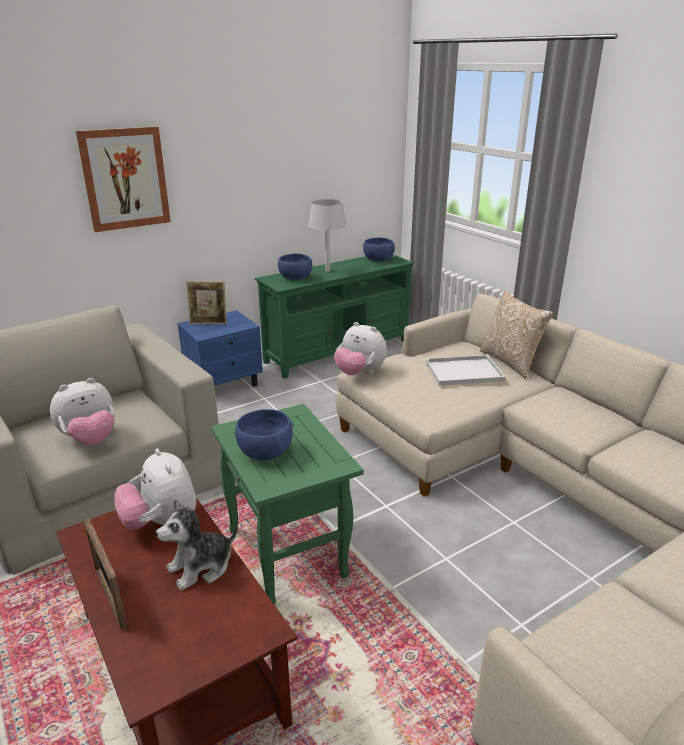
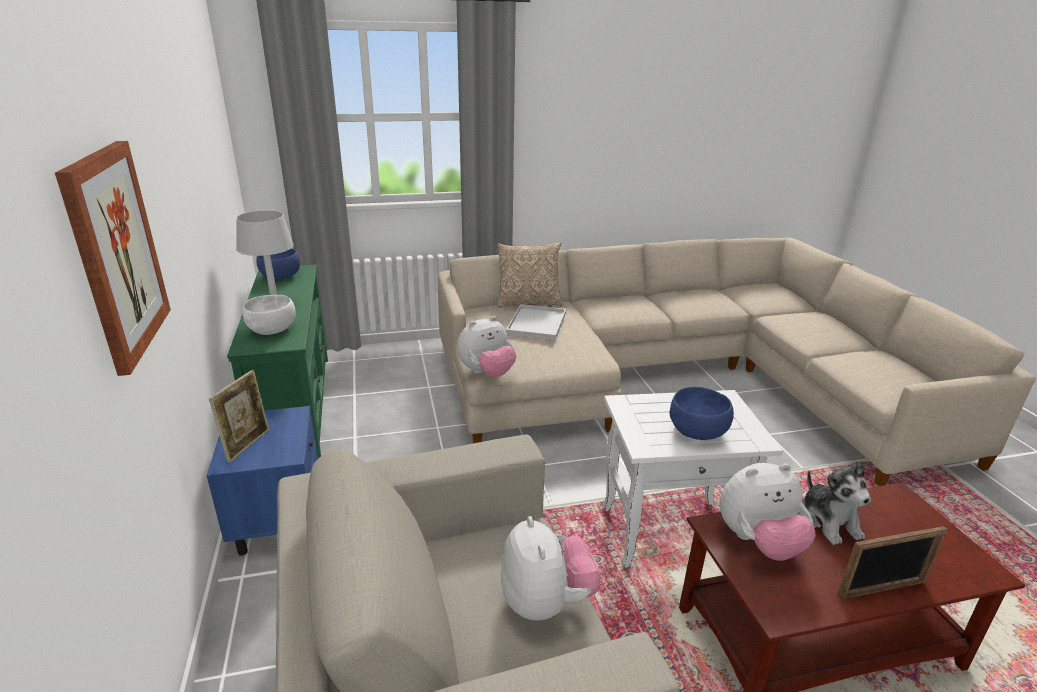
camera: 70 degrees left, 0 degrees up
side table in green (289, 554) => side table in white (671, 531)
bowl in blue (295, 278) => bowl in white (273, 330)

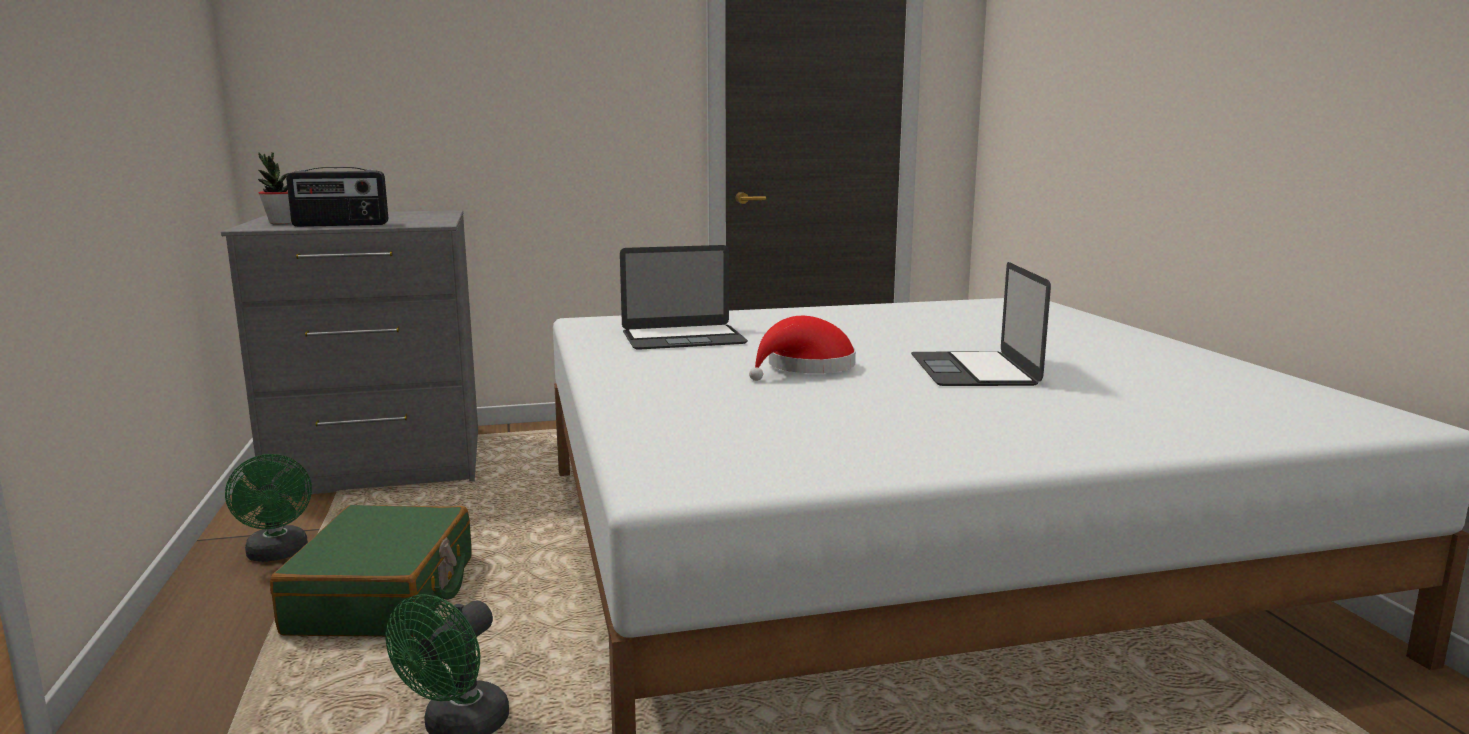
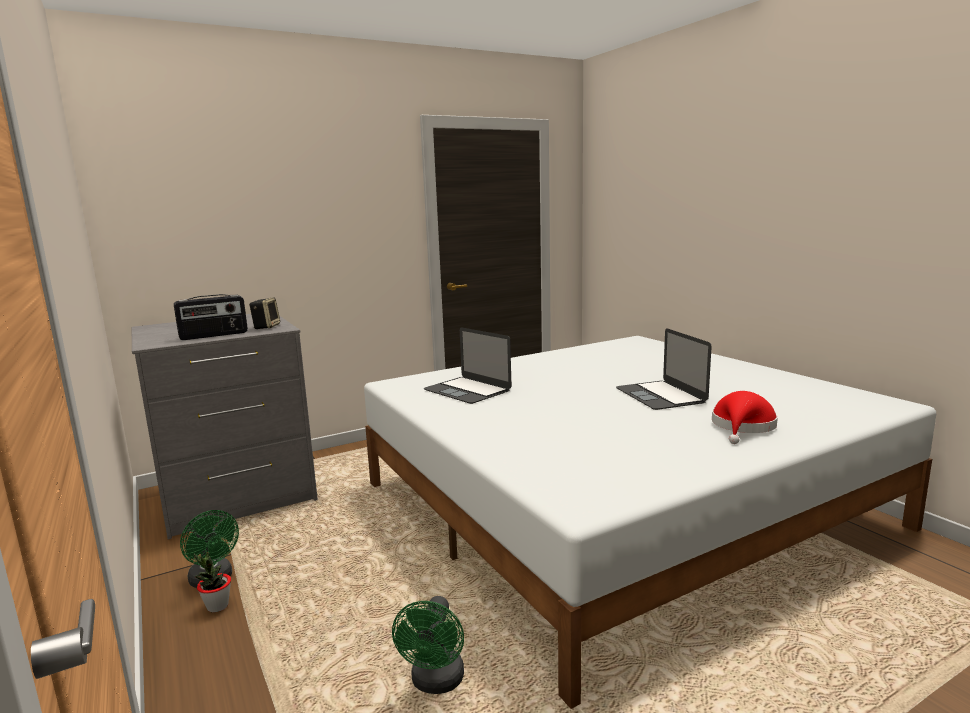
camera: 15 degrees left, 0 degrees up
potted plant (281, 223) => potted plant (217, 606), shifted
suitcase in green (384, 595) => nothing
laptop (683, 338) => laptop (467, 390), 75 degrees clockwise
hat in red (806, 368) => hat in red (742, 426), shifted
nothing => speaker (266, 327)

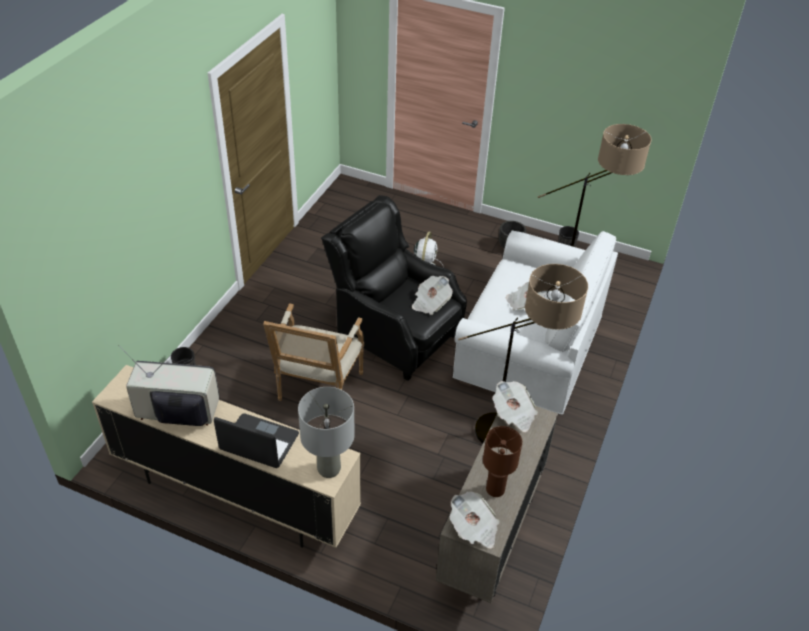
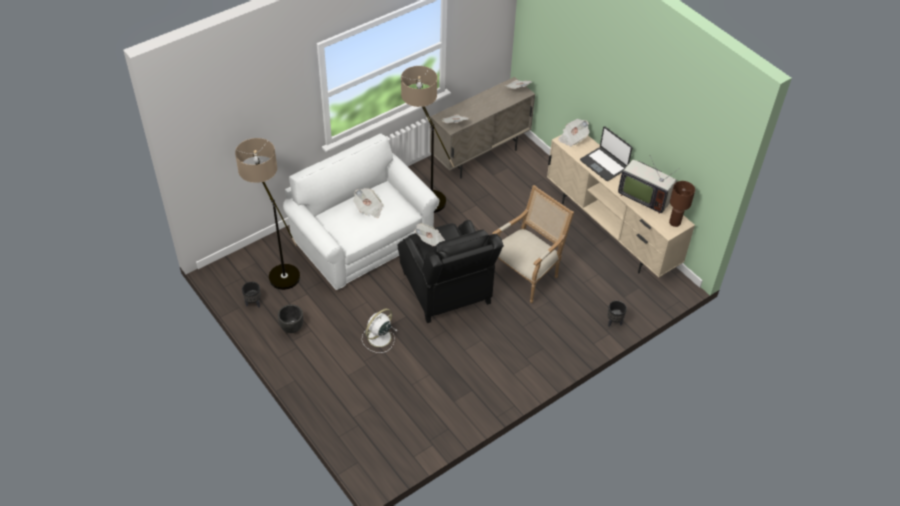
camera: 150 degrees left, 5 degrees up
table lamp in grey (329, 468) => newspaper (572, 138)
table lamp in brown (494, 489) => table lamp in brown (675, 223), shifted

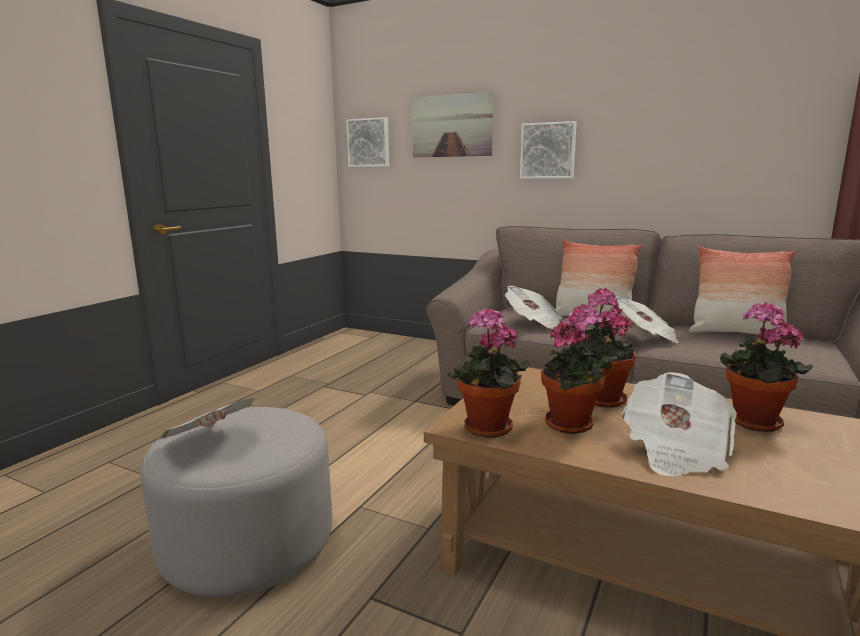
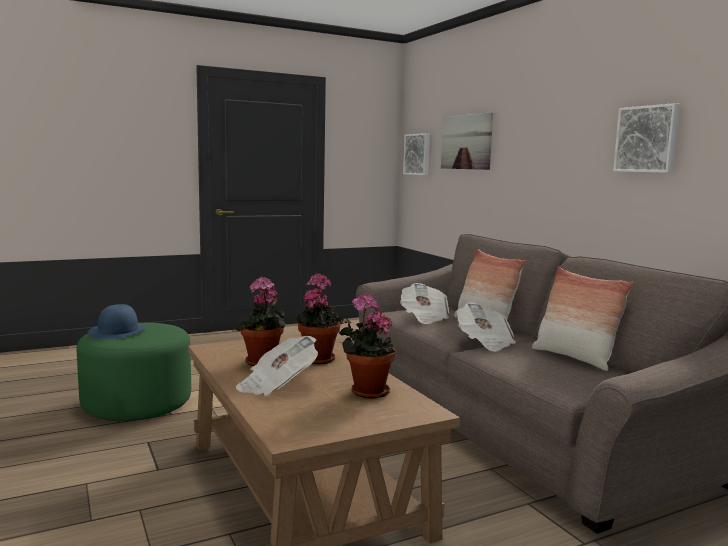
camera: 35 degrees right, 5 degrees down
ottoman in grey (248, 543) => ottoman in green (137, 404)
newspaper (210, 442) => hat in blue (118, 331)
potted plant (487, 430) => nothing
picture (548, 150) => picture (647, 139), shifted

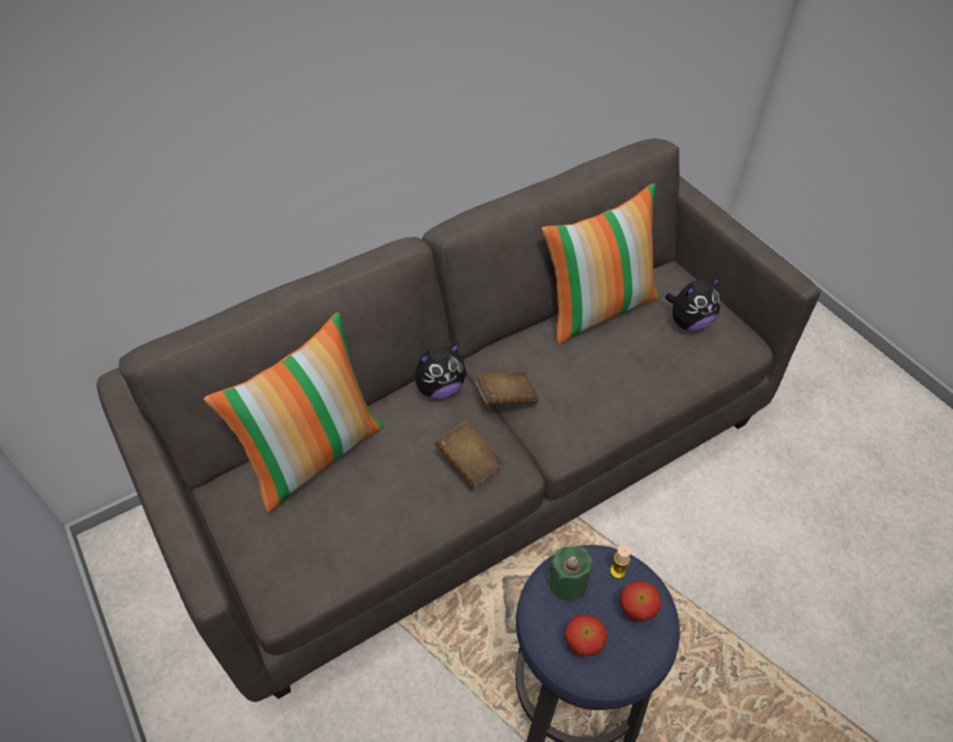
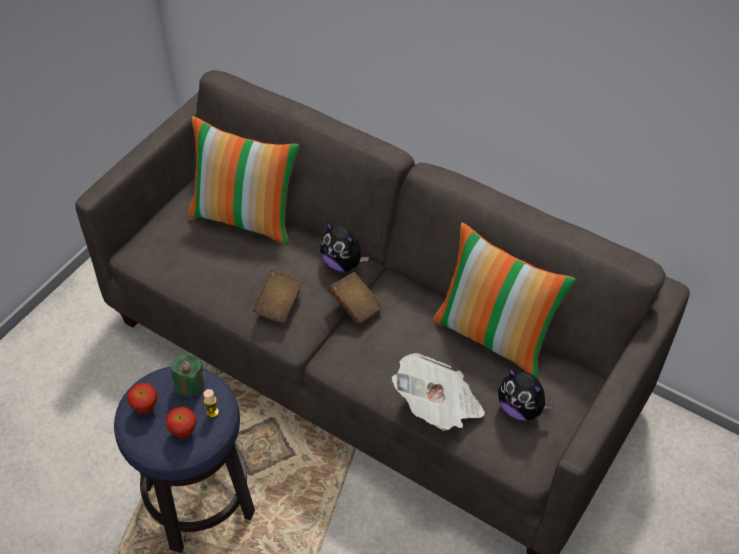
camera: 65 degrees right, 0 degrees up
nothing => newspaper (438, 406)

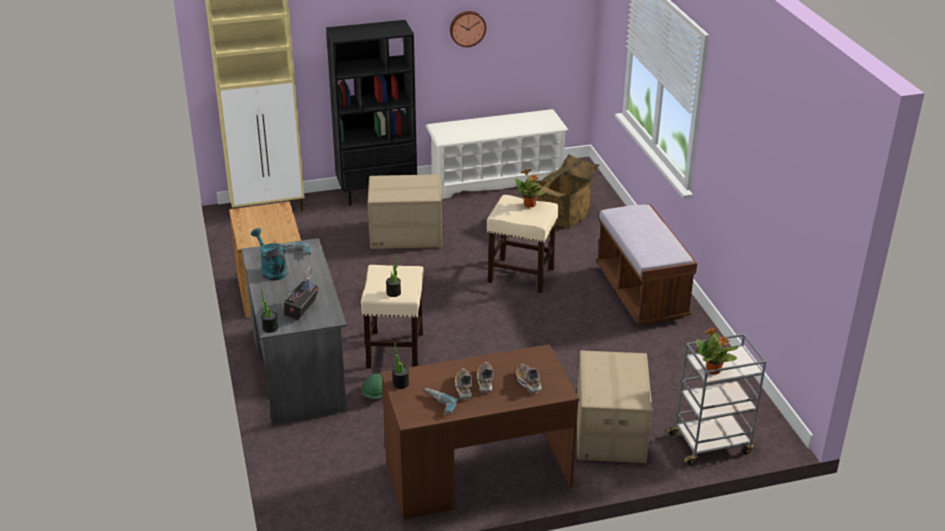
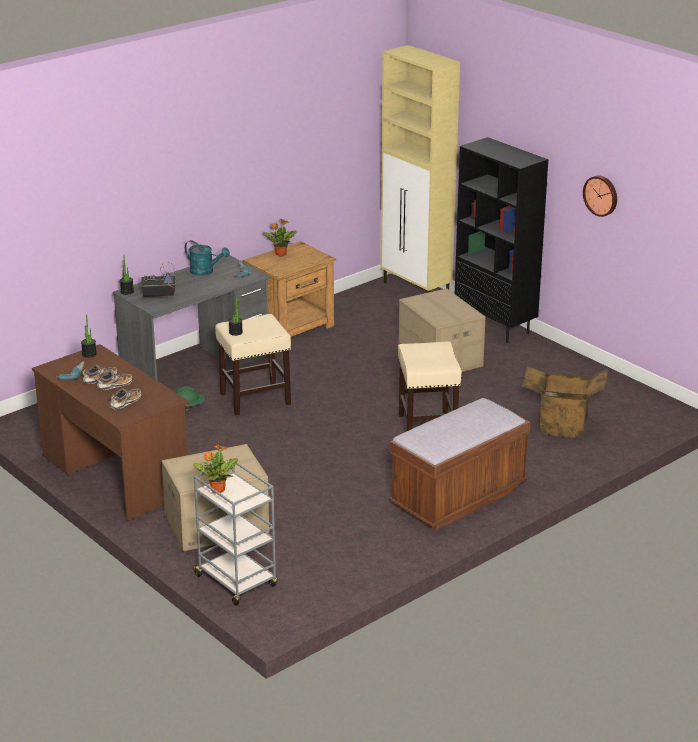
camera: 65 degrees right, 5 degrees down
watering can in turquoise (271, 270) => watering can in turquoise (205, 272), 90 degrees clockwise
shoe rack in white (496, 180) => nothing
potted plant (530, 205) => potted plant (280, 254), shifted

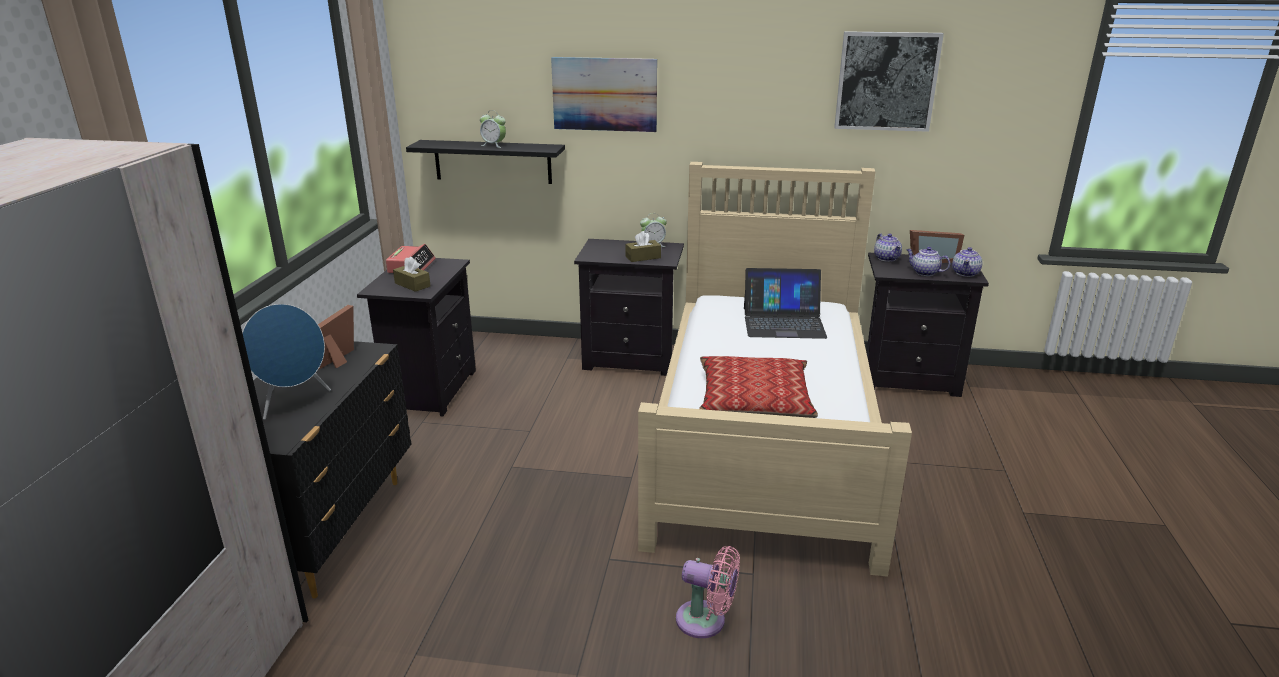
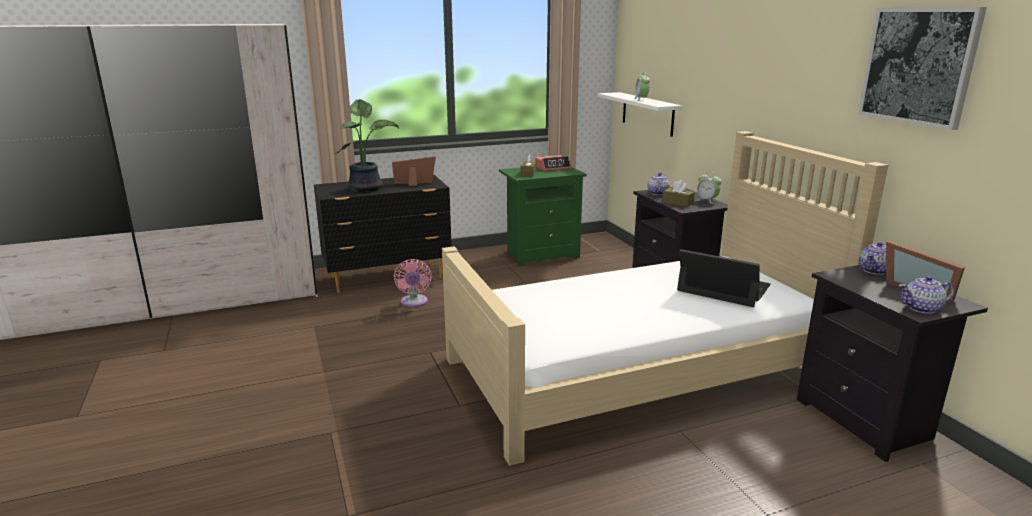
camera: 60 degrees right, 5 degrees down
speaker in blue (294, 402) => potted plant (367, 188)
nightstand in black (430, 389) => nightstand in green (541, 254)
shelf in black (492, 161) => shelf in white (647, 113)
picture (604, 94) => nothing
fan in pink (706, 621) => fan in pink (414, 303), shifted
pillow (754, 400) => nothing
laptop (783, 322) => laptop (723, 288), 150 degrees clockwise
teapot (924, 272) => teapot (657, 193), shifted

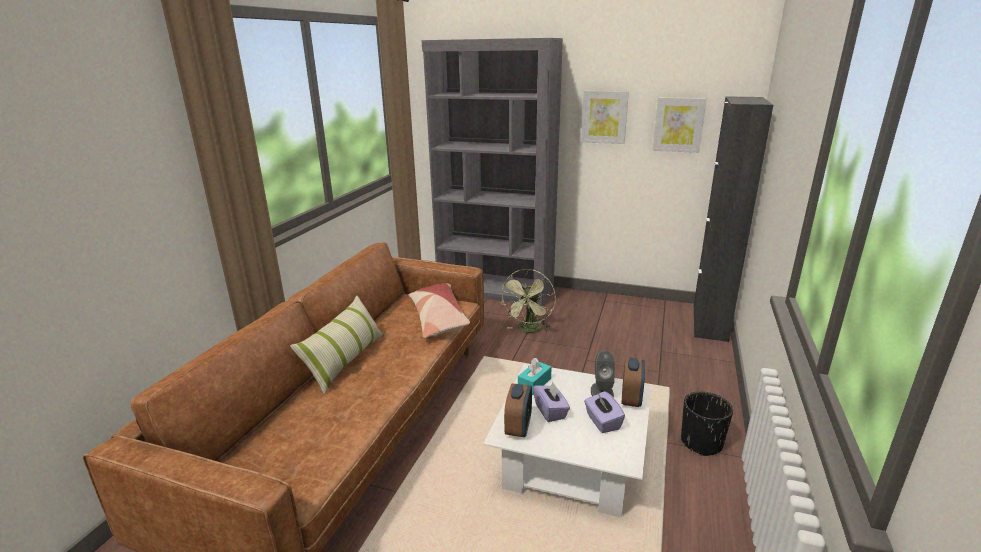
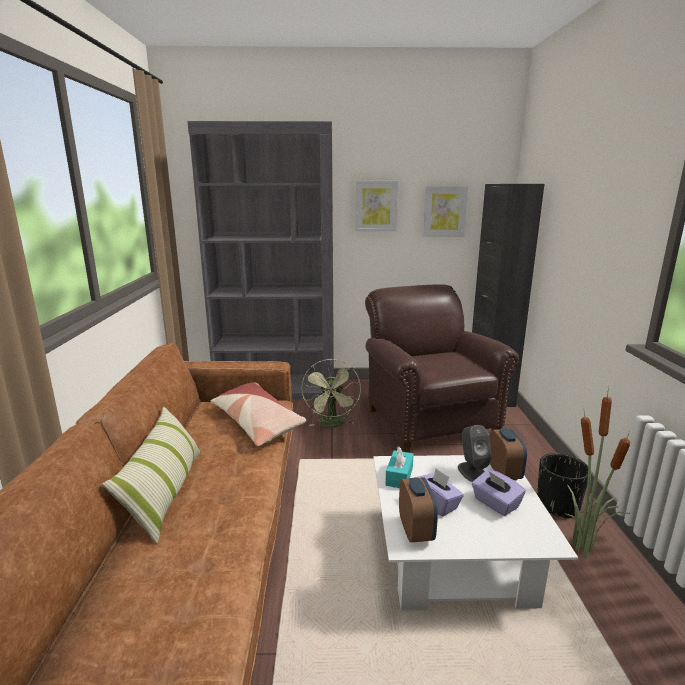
camera: 20 degrees left, 5 degrees down
nothing => armchair in brown (427, 420)
nothing => potted plant (583, 548)

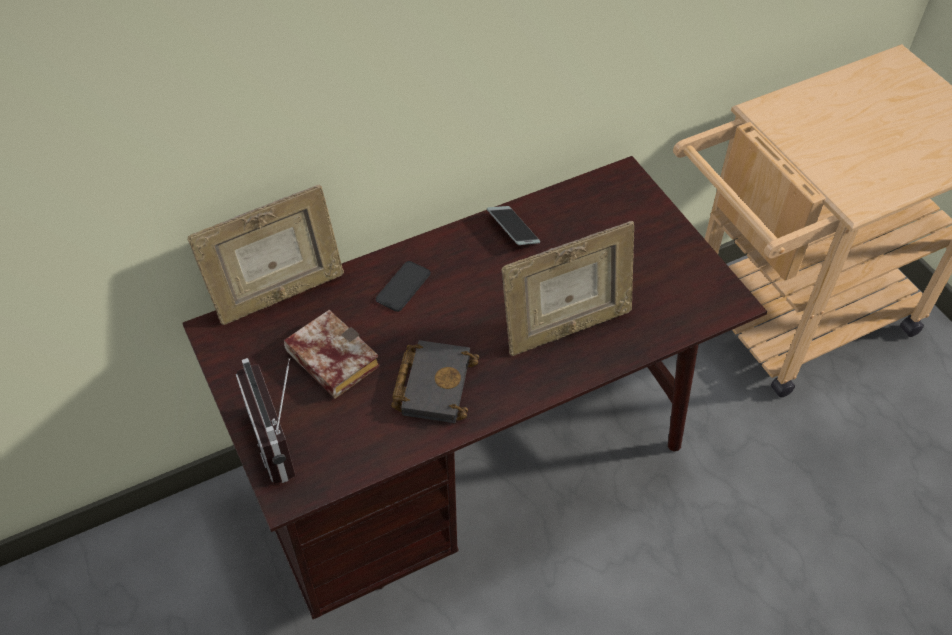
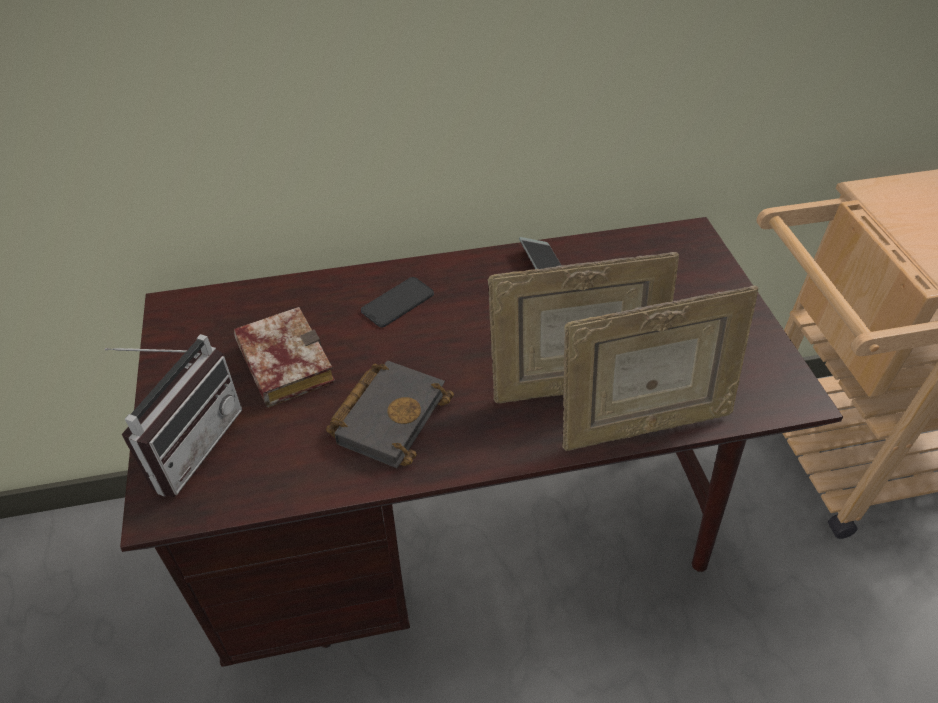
camera: 15 degrees right, 5 degrees down
picture frame (279, 295) => picture frame (641, 426), shifted
radio (283, 440) => radio (187, 443), 150 degrees counterclockwise

